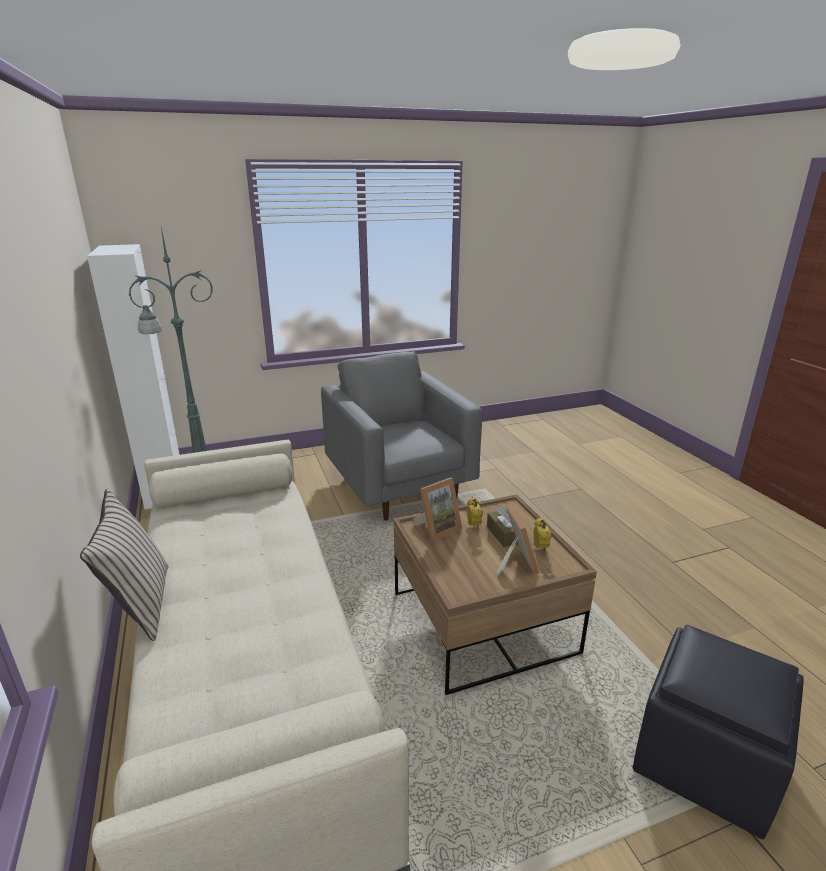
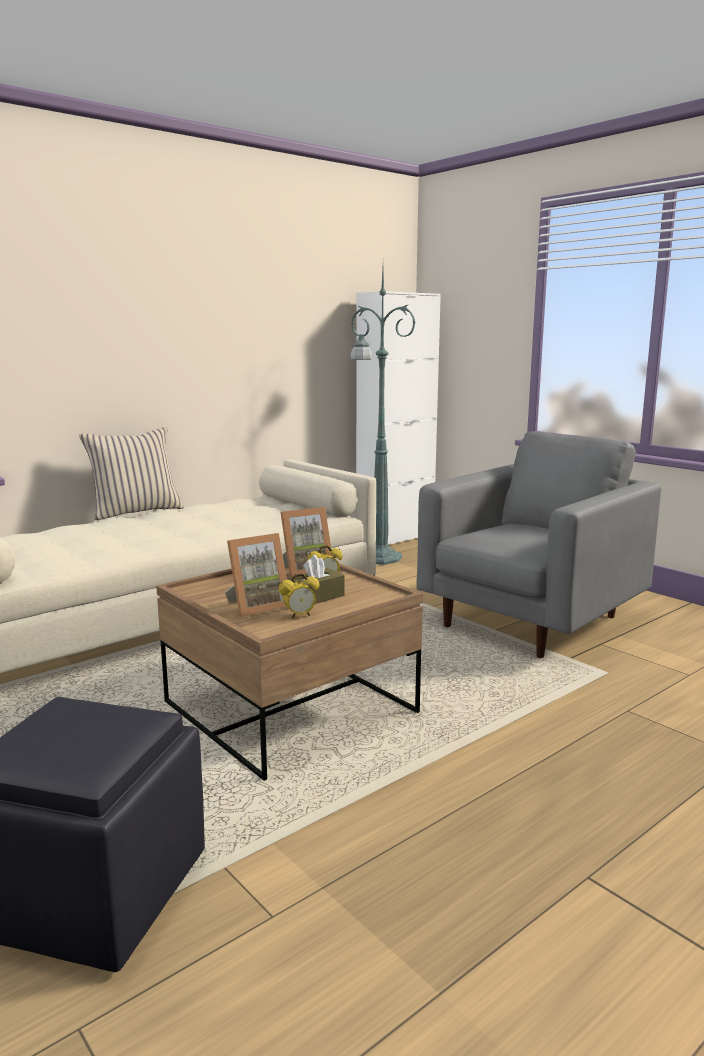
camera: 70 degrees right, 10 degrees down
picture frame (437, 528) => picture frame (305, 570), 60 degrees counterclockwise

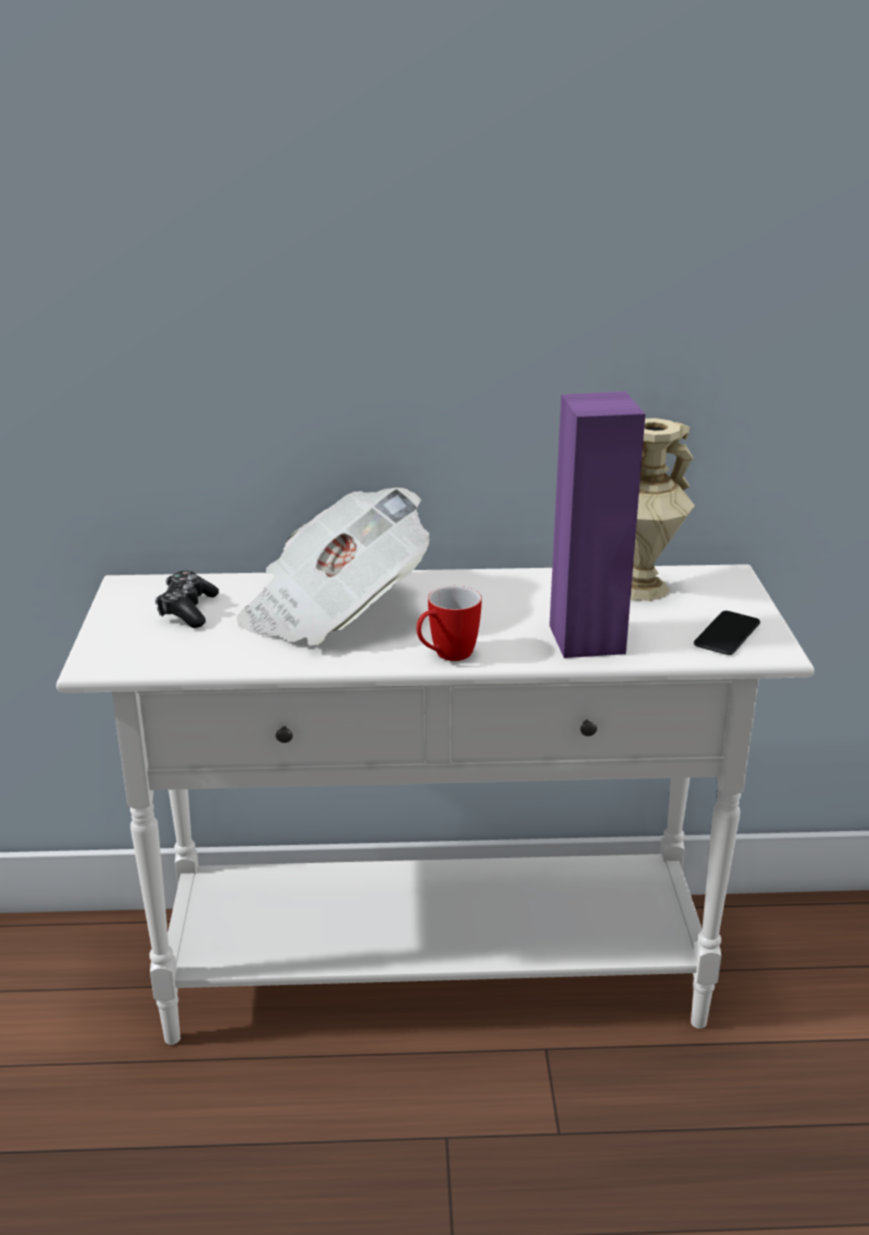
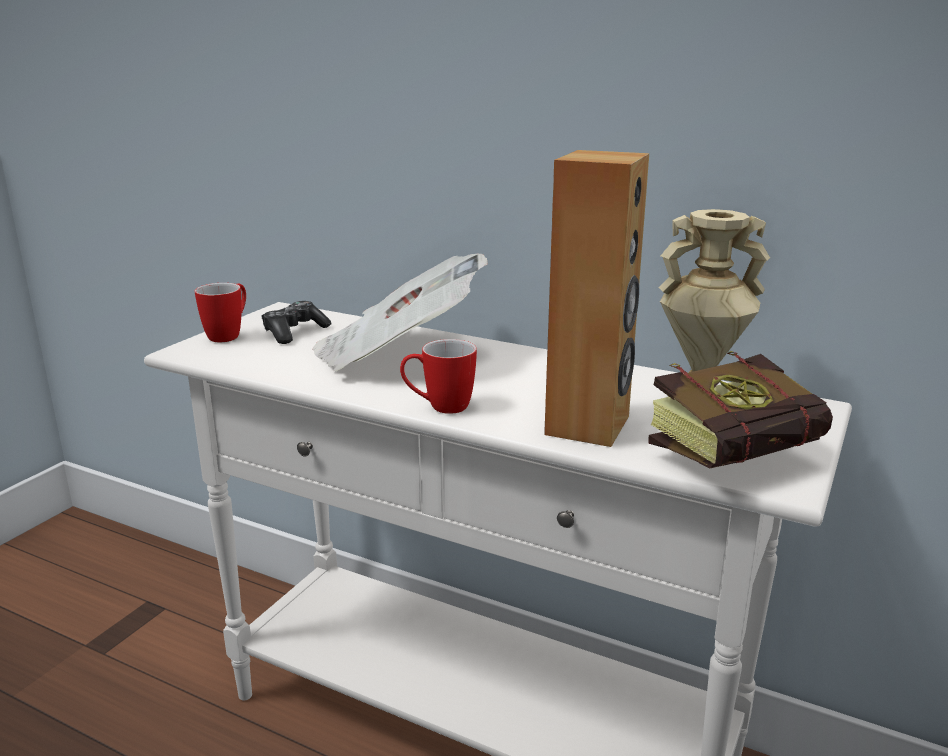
camera: 30 degrees right, 5 degrees down
speaker in purple (588, 639) => speaker in brown (589, 426)
phone (727, 634) => book (746, 457)
nothing => mug (229, 335)

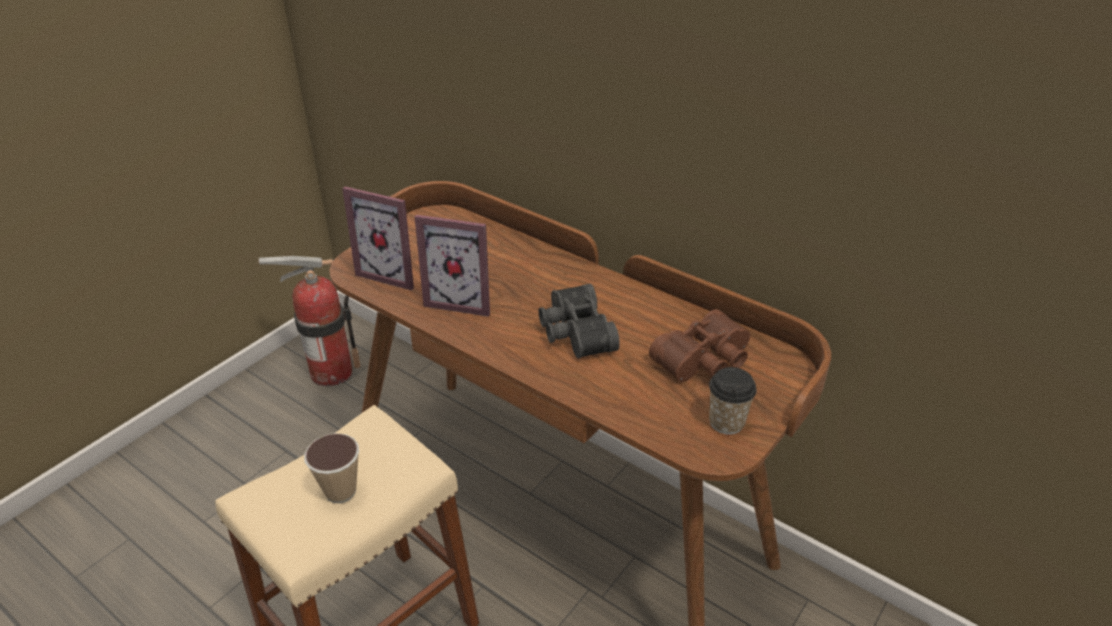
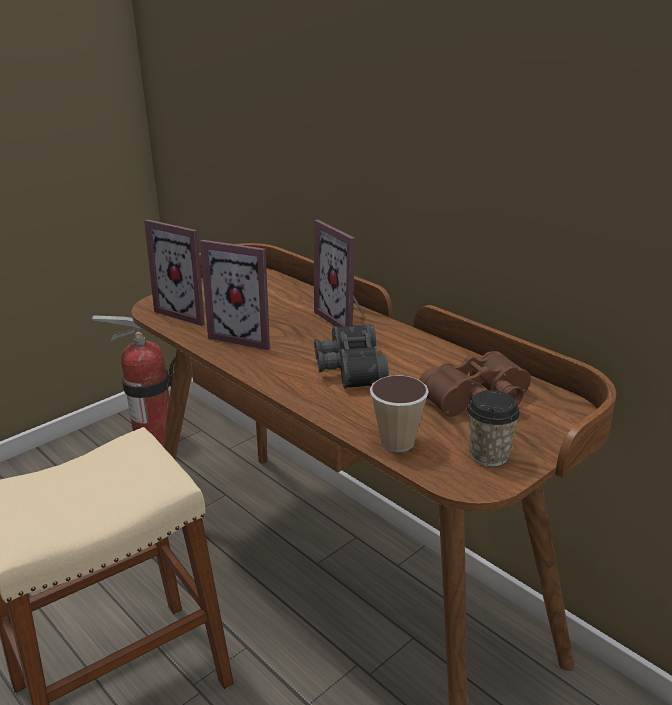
camera: 10 degrees right, 10 degrees down
cup (340, 491) => cup (397, 442), shifted
nothing => picture frame (346, 319)

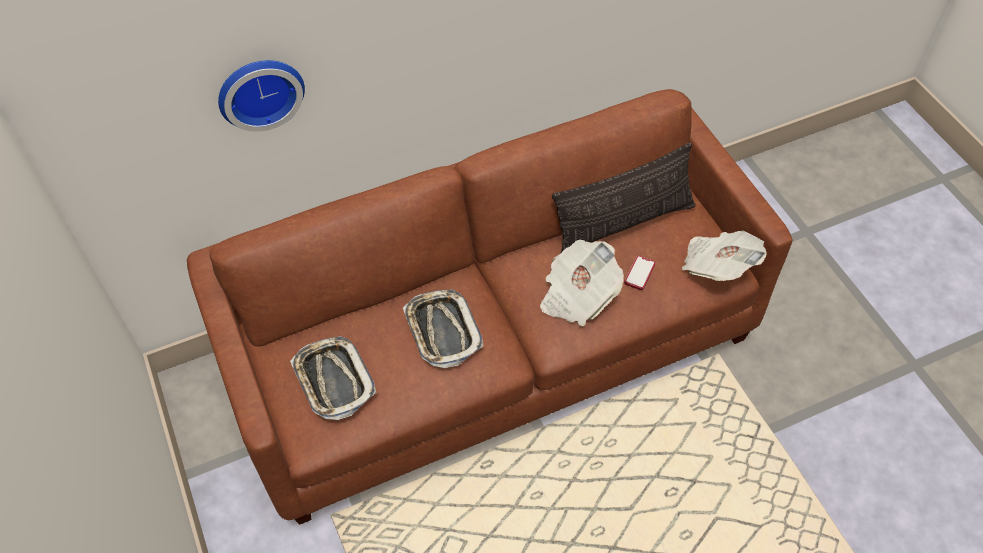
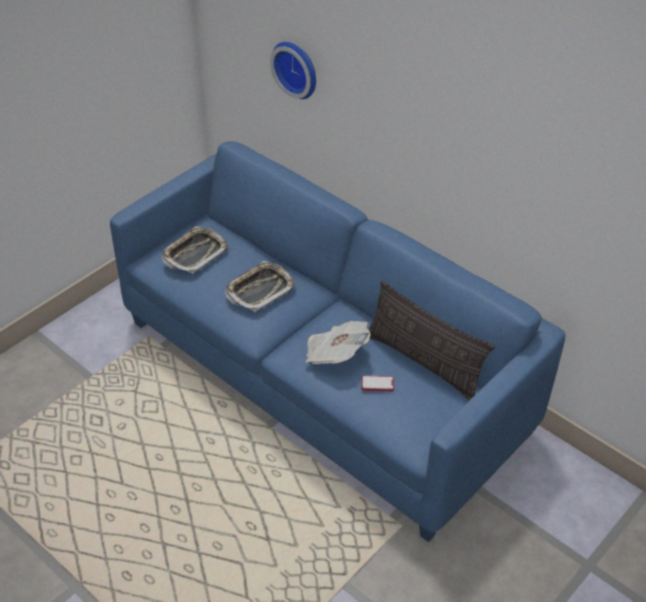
camera: 65 degrees right, 10 degrees down
sofa in brown (493, 348) => sofa in blue (323, 376)
newspaper (718, 265) => nothing

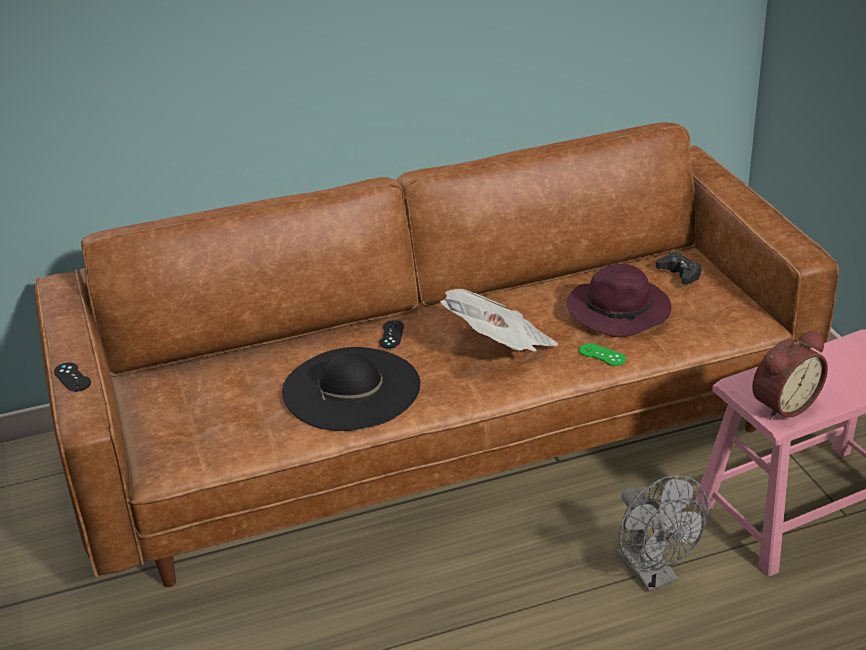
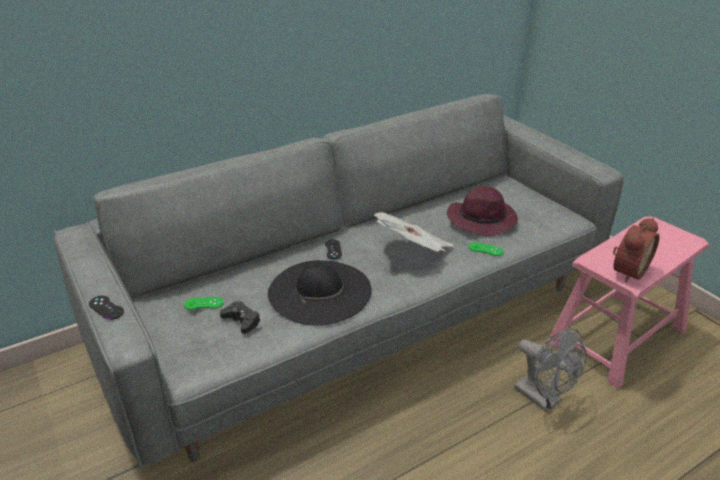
camera: 15 degrees left, 0 degrees up
sofa in brown (438, 433) => sofa in grey (360, 315)
game controller in black (680, 273) => game controller in black (241, 321), shifted
nothing => game controller in green (204, 303)

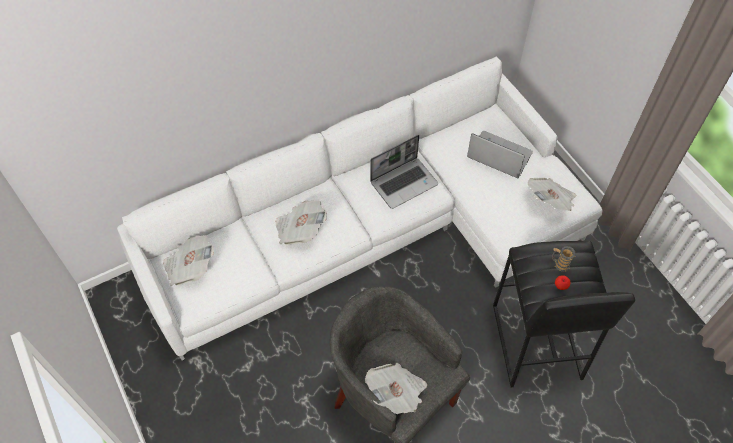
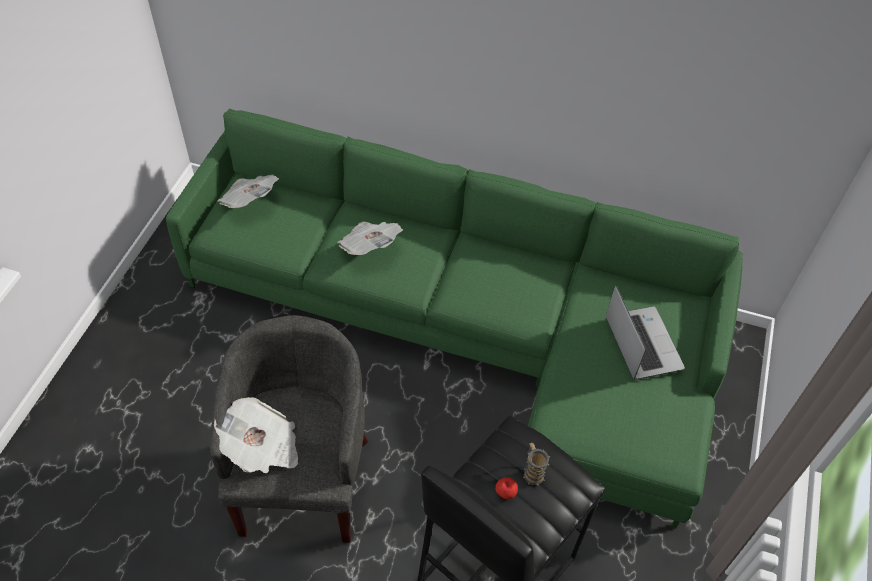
camera: 45 degrees right, 5 degrees down
sofa in white (376, 231) => sofa in green (470, 329)
laptop (404, 183) => nothing
newspaper (551, 201) => nothing

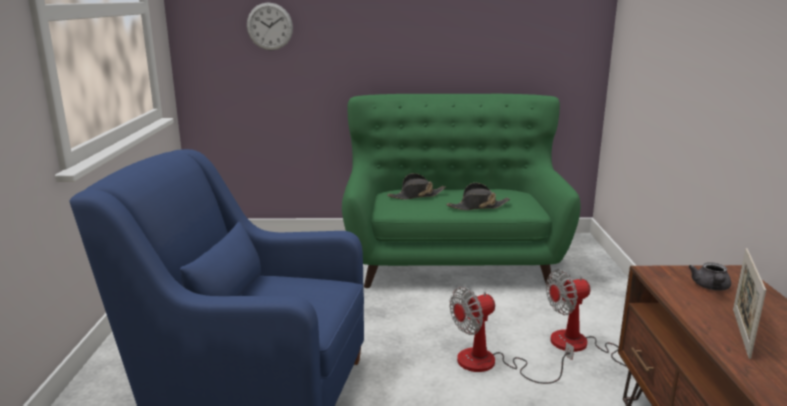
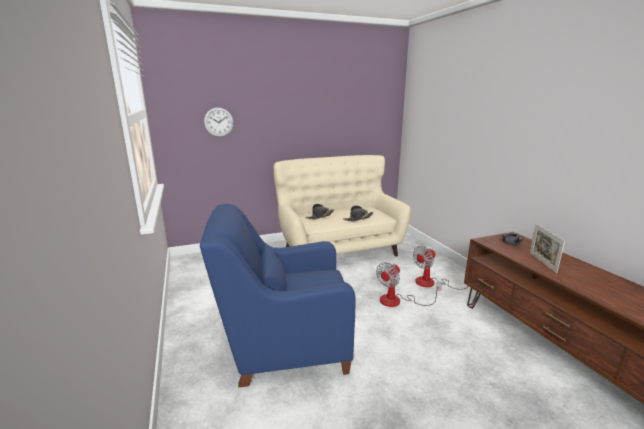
camera: 20 degrees left, 0 degrees up
sofa in green (453, 260) => sofa in beige (339, 249)

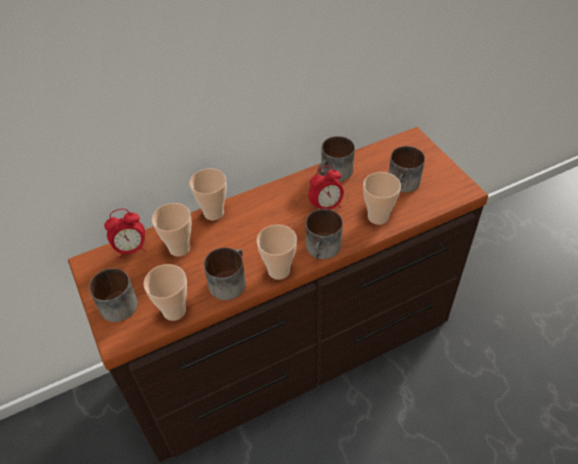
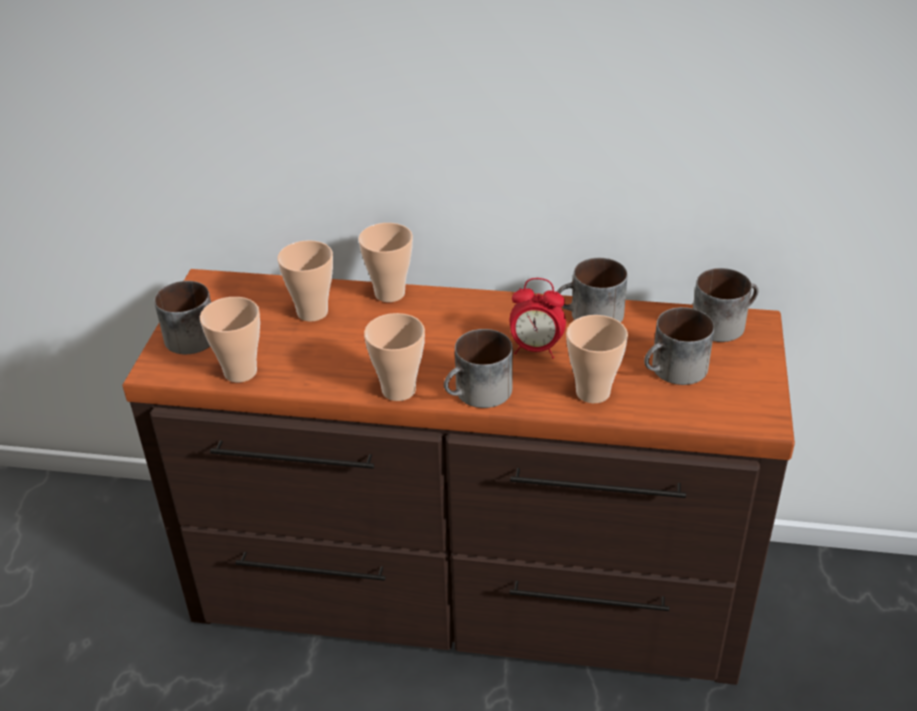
camera: 35 degrees right, 10 degrees down
alarm clock (131, 249) => nothing
mug (228, 280) => mug (722, 322), shifted

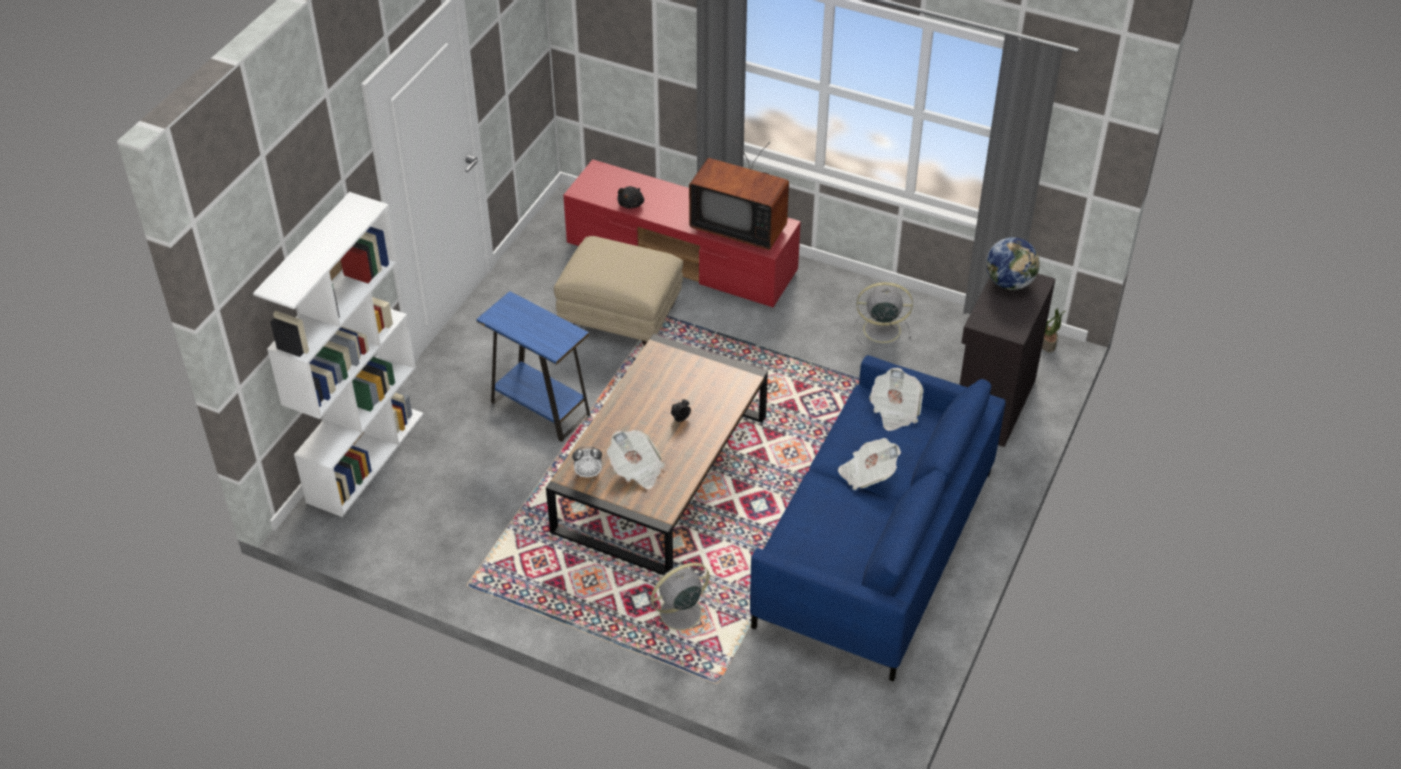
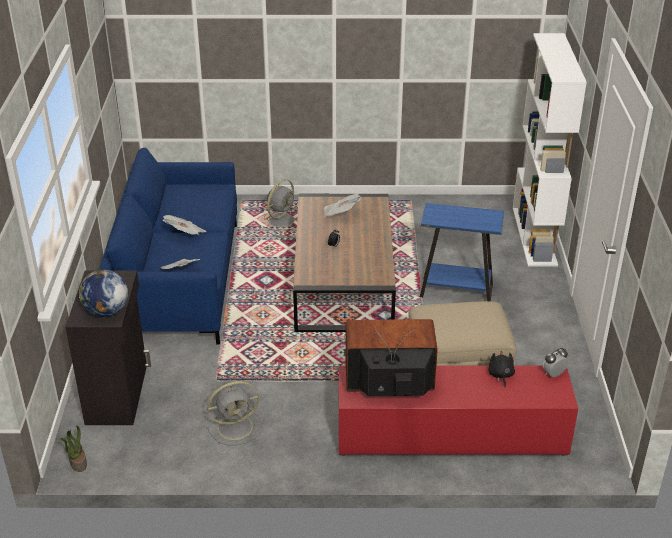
camera: 155 degrees right, 10 degrees down
alarm clock (588, 473) => alarm clock (553, 374), shifted

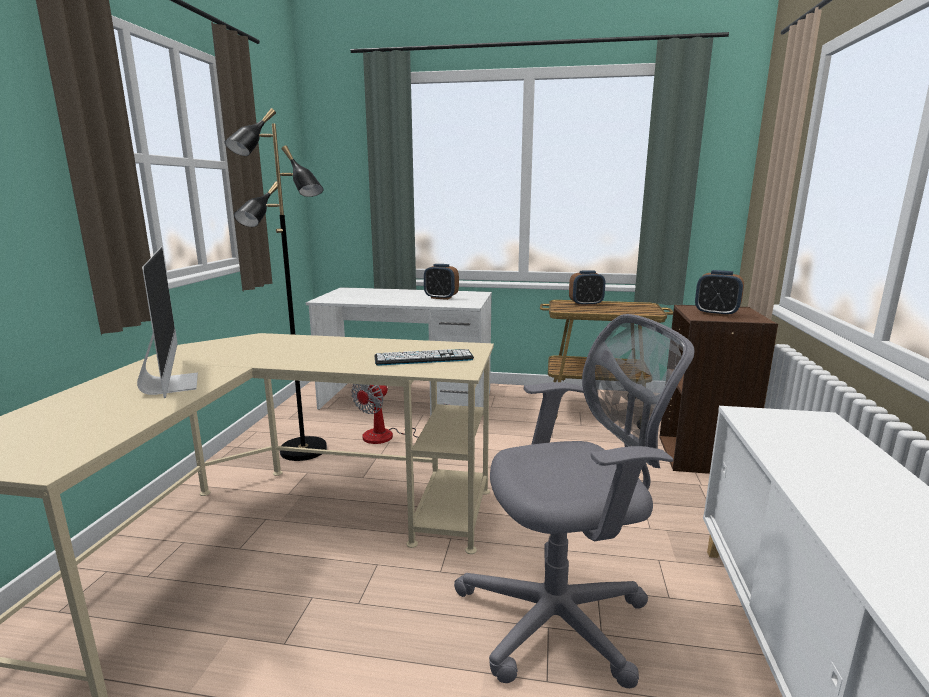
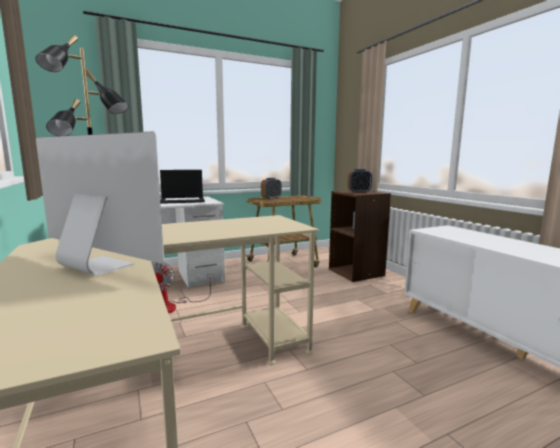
camera: 35 degrees left, 5 degrees down
keyboard (423, 358) => nothing
alarm clock (441, 298) => laptop (183, 200)
office chair in grey (562, 618) => nothing

